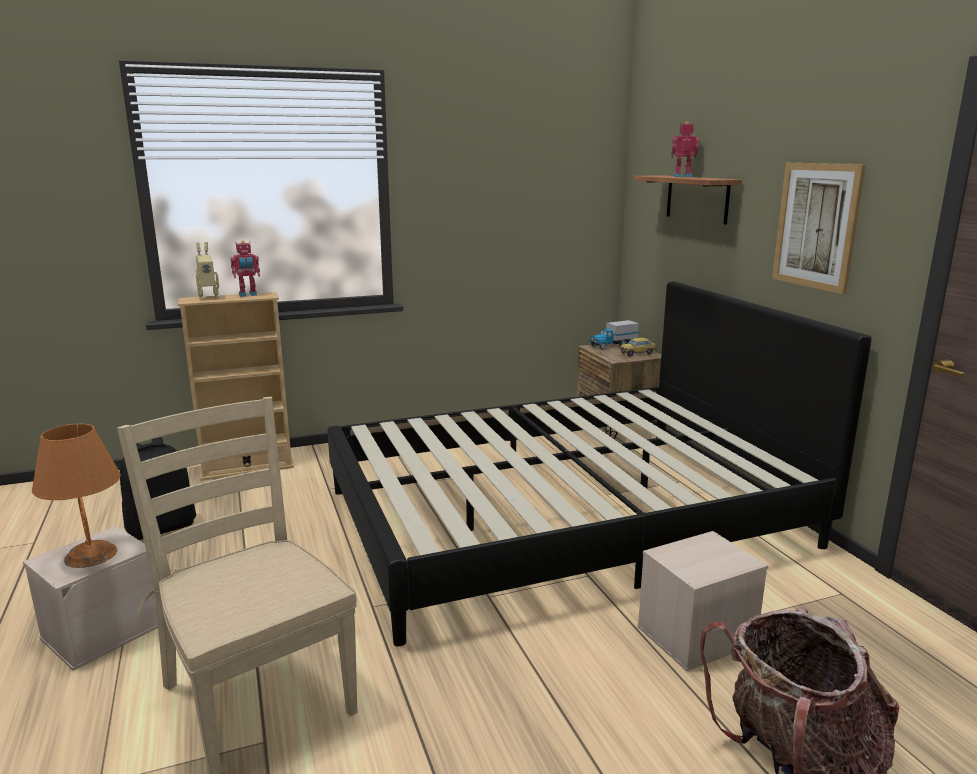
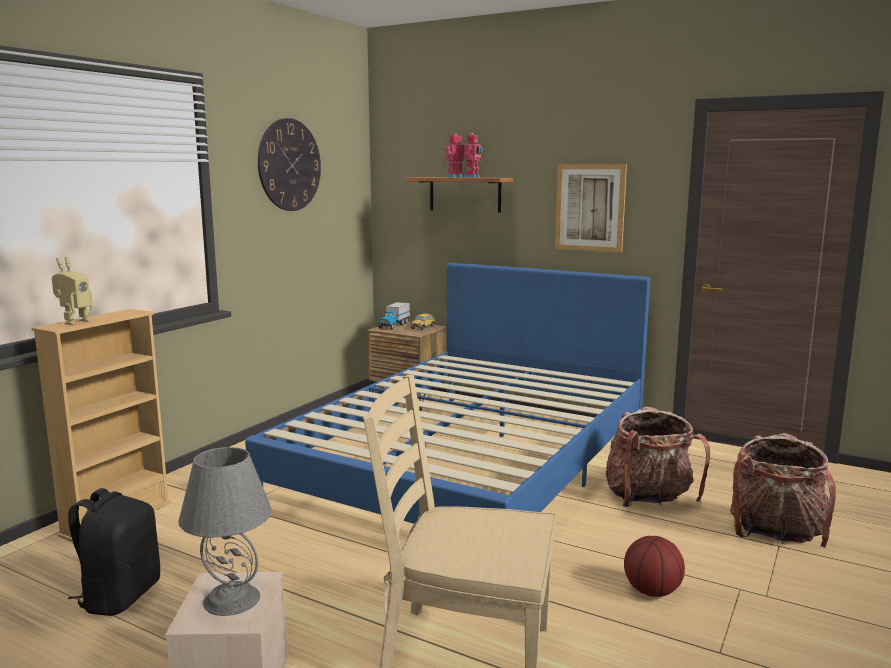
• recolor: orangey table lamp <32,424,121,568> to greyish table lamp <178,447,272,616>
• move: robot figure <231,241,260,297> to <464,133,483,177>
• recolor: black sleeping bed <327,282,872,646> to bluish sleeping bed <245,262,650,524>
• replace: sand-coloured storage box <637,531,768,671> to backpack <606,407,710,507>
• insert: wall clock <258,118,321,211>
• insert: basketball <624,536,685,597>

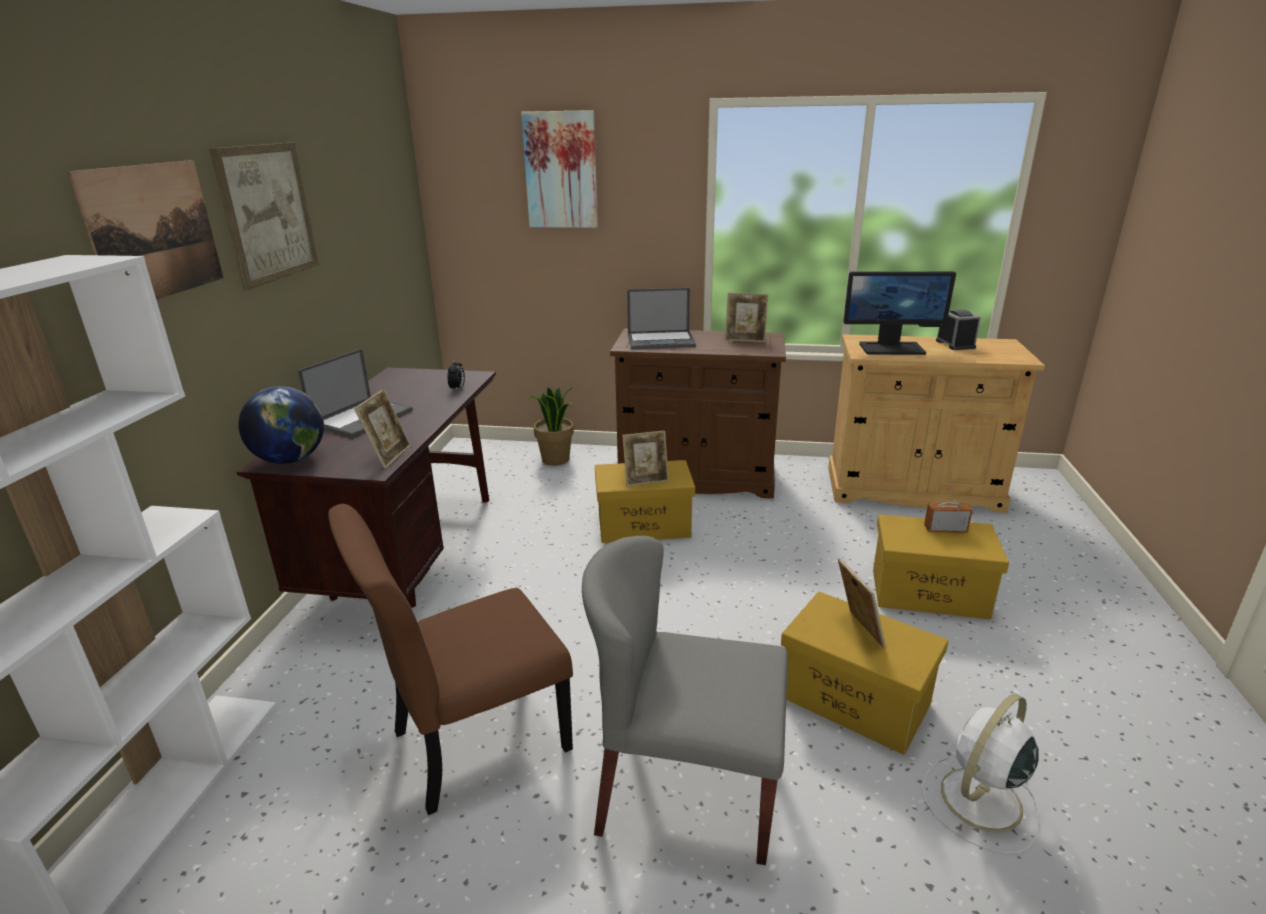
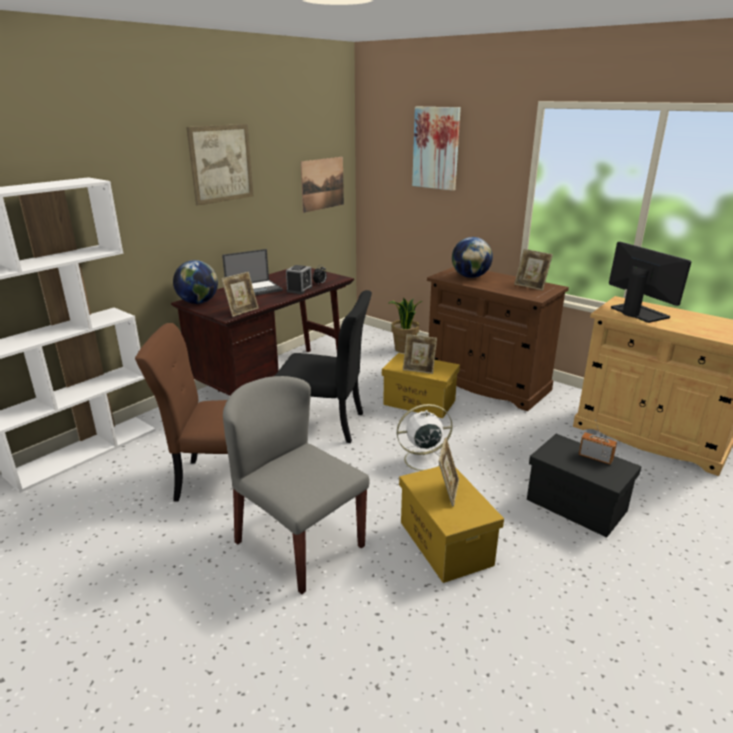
• move: wall picture <68,160,223,300> to <301,157,344,213>
• replace: notebook computer <627,288,696,349> to world globe <452,237,493,278>
• rotate: monitor <843,271,956,355> = <609,242,691,323> 150 degrees counterclockwise
• recolor: yellow-coloured storage box <873,514,1009,620> to black storage box <527,434,641,537>
• move: whitish electric fan <922,694,1039,854> to <395,404,454,474>
• move: alarm clock <936,310,981,350> to <286,265,312,294>
• insert: black chair <275,290,372,443>

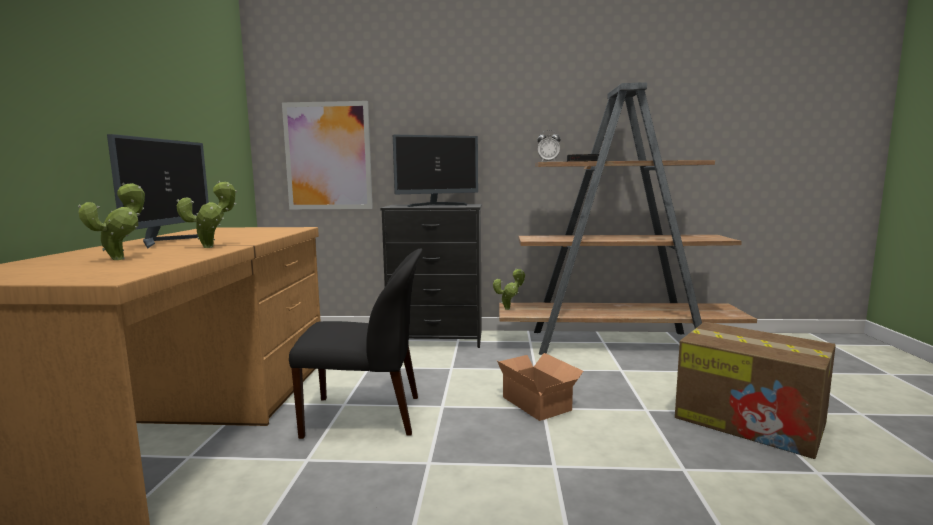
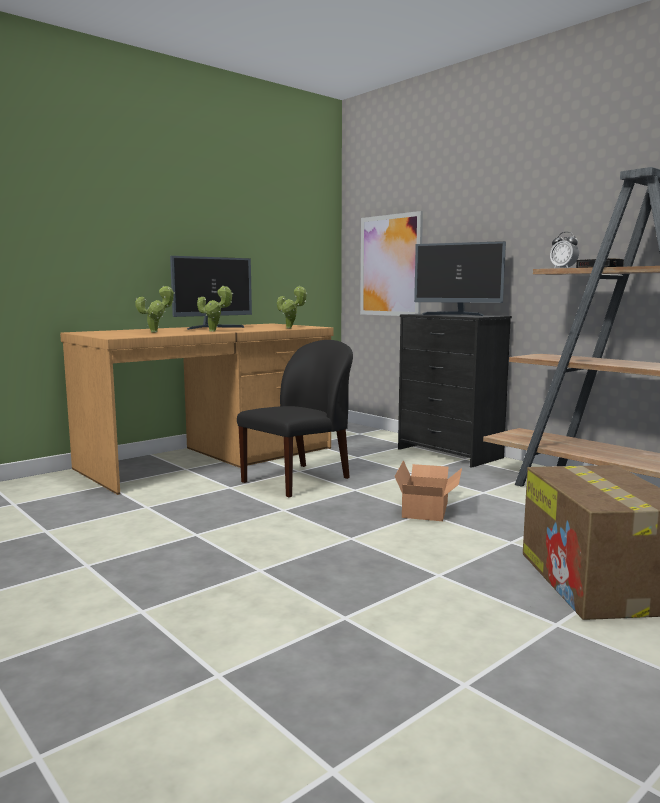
• rotate: black chair <289,249,422,439> = <237,340,353,497> 90 degrees counterclockwise
• move: plant in a pot <493,269,525,310> to <277,286,307,328>

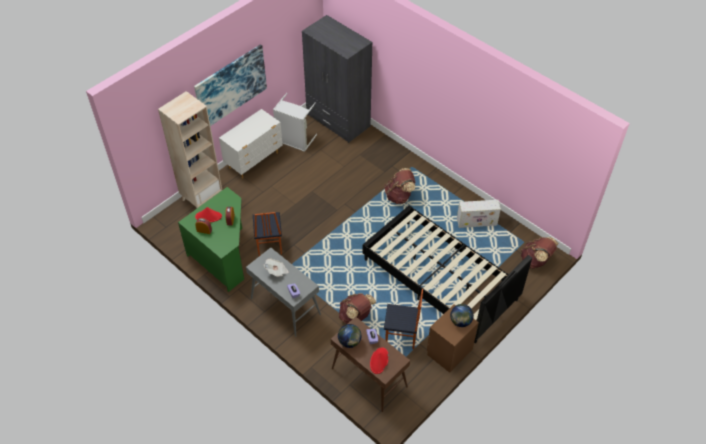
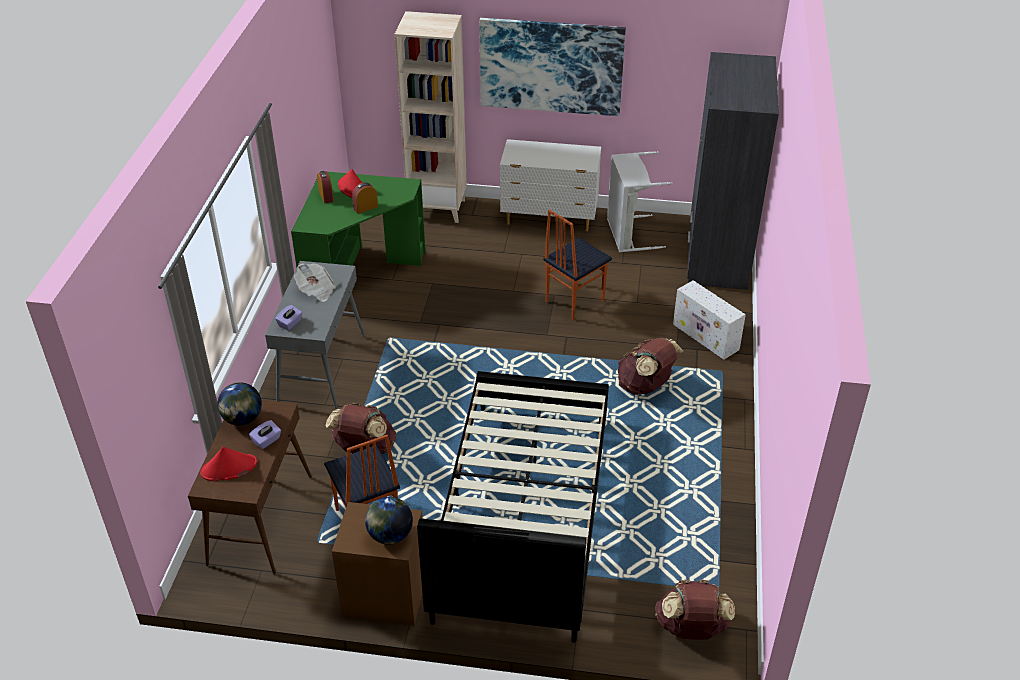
• move: chair <253,212,282,256> to <543,209,612,320>
• move: whitish storage box <457,200,501,228> to <673,280,746,359>

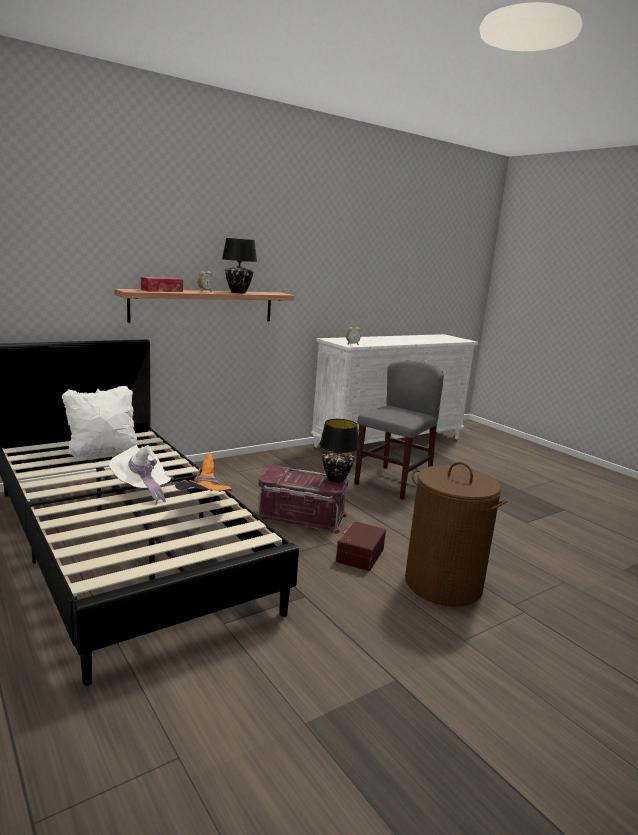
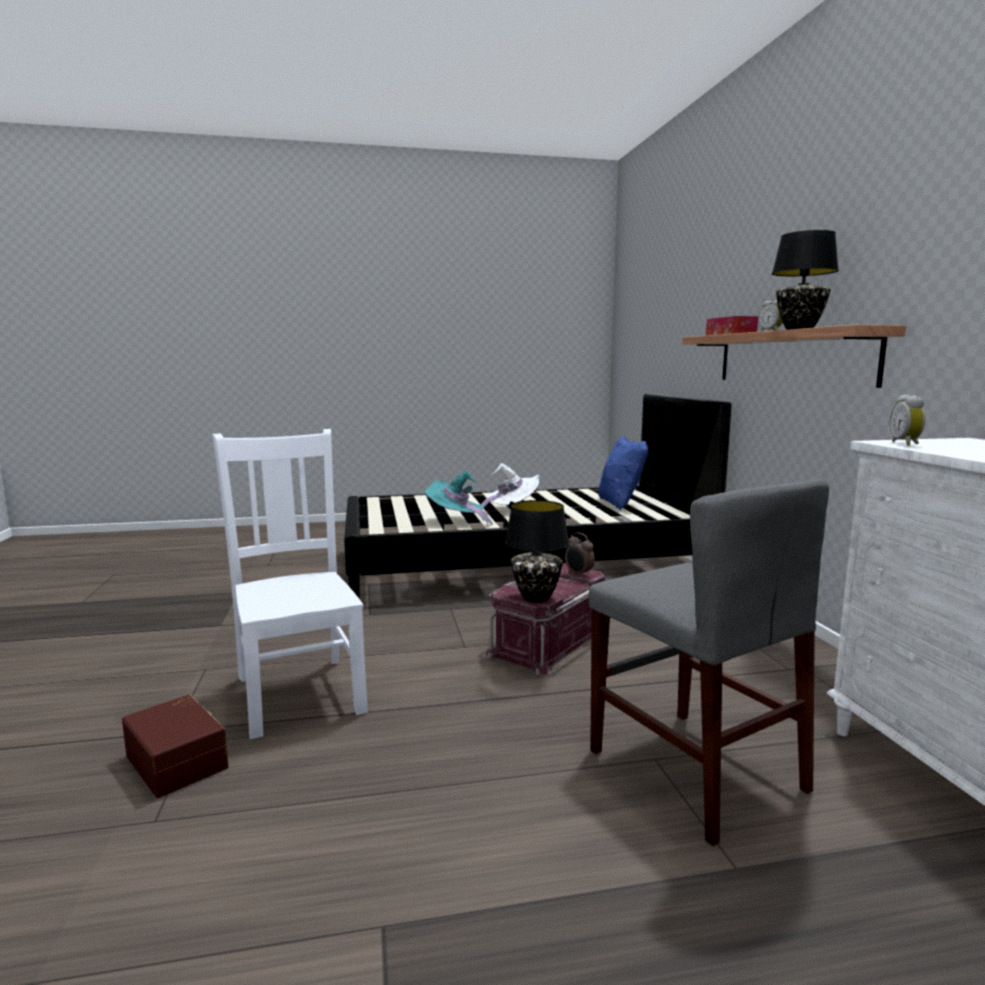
• recolor: whitish pillow <62,386,137,459> to bluish pillow <598,435,648,510>
• recolor: orangey wearable hat <175,452,233,492> to turquoise-coloured wearable hat <424,471,493,525>
• move: brown storage box <336,521,386,571> to <122,695,228,798>
• replace: brown hamper <405,462,508,607> to whitish chair <212,429,368,739>
• insert: alarm clock <565,532,595,578>

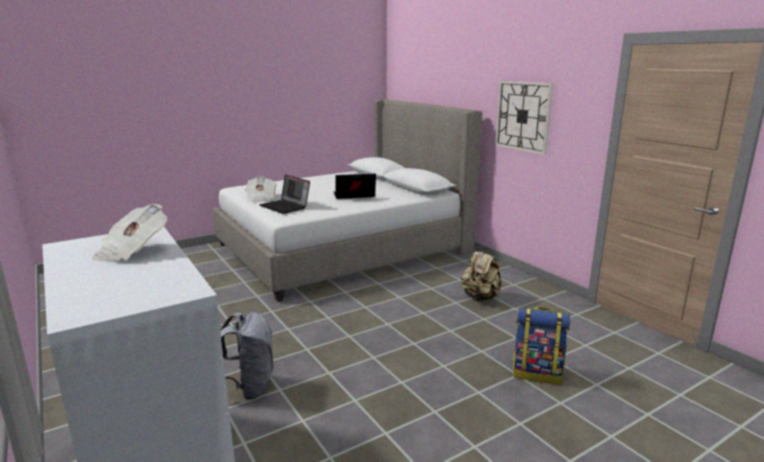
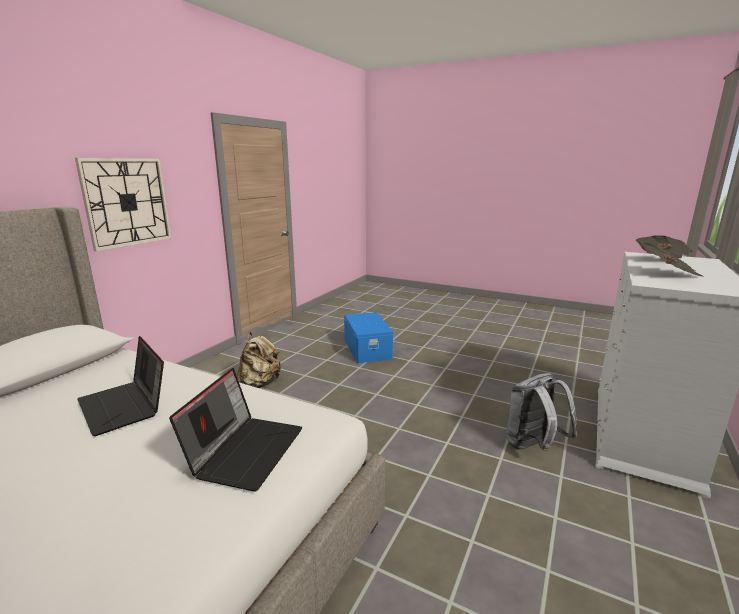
• move: newspaper <245,176,277,203> to <636,235,692,258>
• replace: backpack <513,307,570,384> to bluish storage box <344,312,393,363>

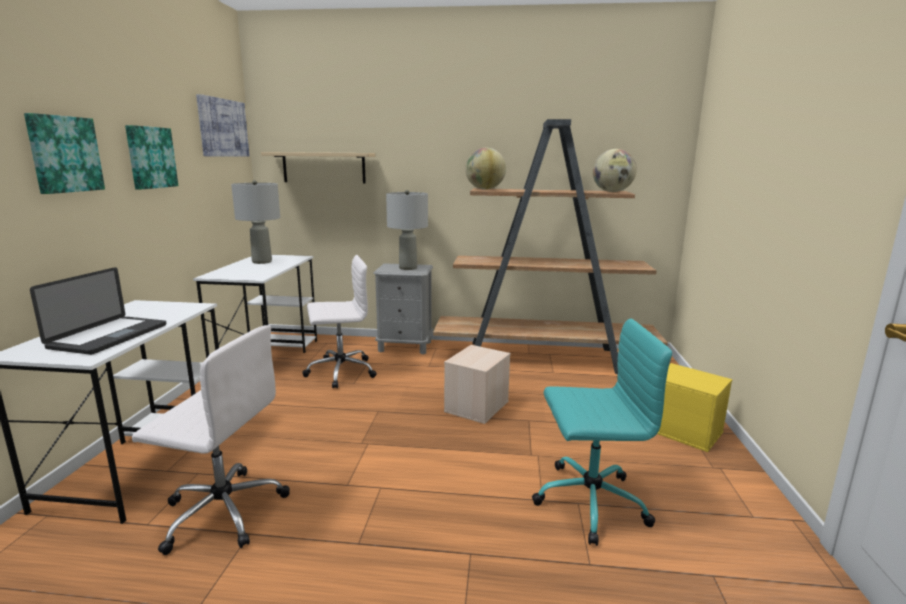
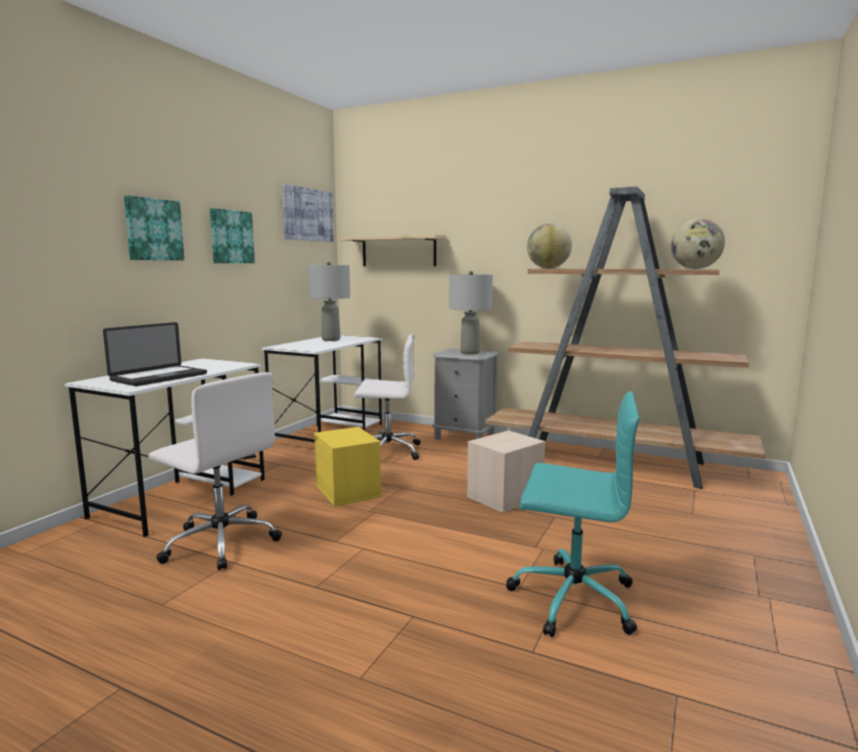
• move: yellow-coloured storage box <657,363,733,452> to <314,427,381,506>

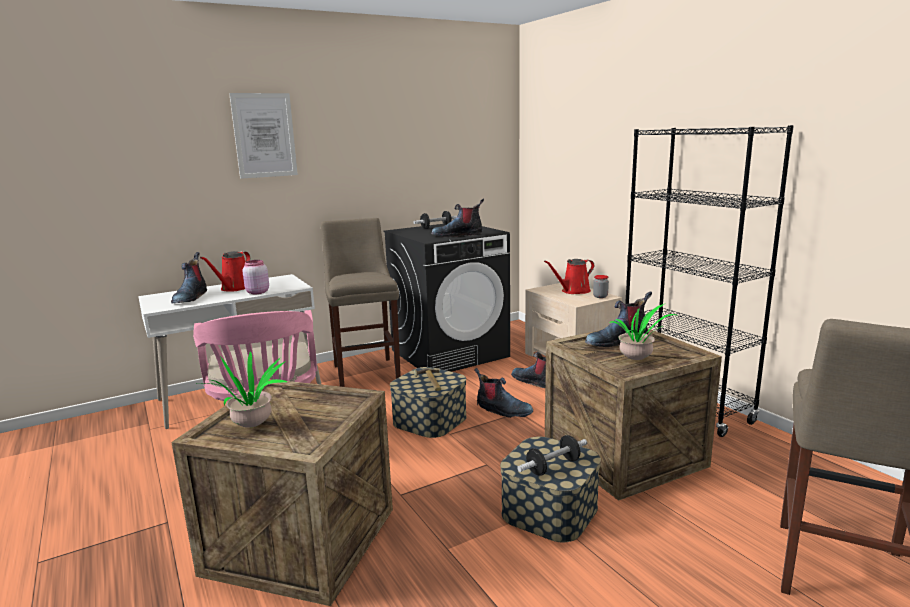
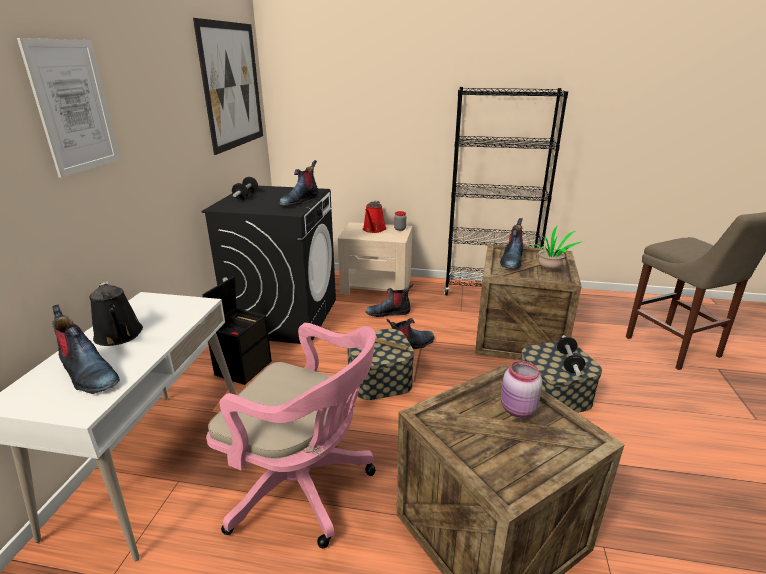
• delete: plant in a pot <196,352,287,428>
• recolor: reddish sprinkling can <200,251,250,292> to black sprinkling can <89,281,143,346>
• move: pinkish jar <242,260,269,294> to <501,361,543,417>
• replace: sand-coloured stool <321,218,401,387> to black storage box <202,276,272,385>
• insert: wall picture <193,18,263,155>

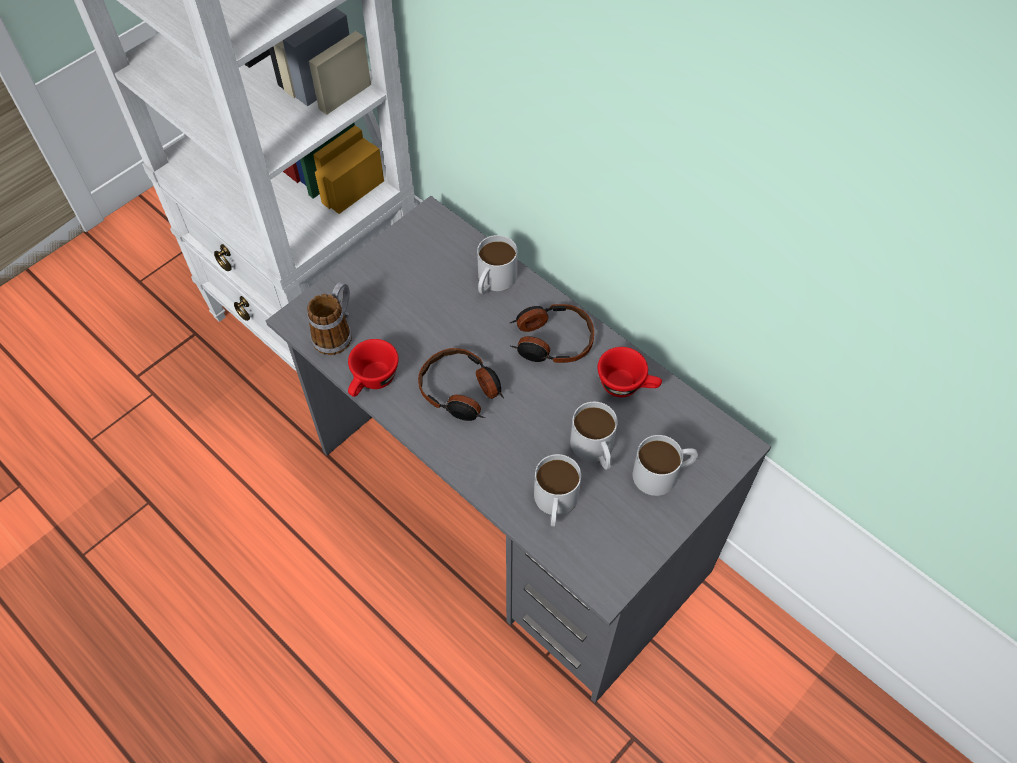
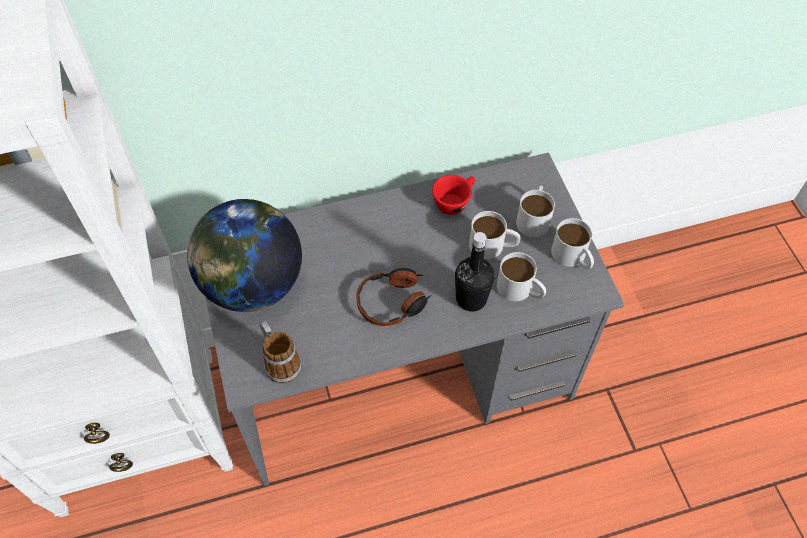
• delete: reddish drinking cup <348,339,398,397>
• move: whitish tea mug <477,235,517,294> to <551,218,594,269>
• delete: pair of headphones <510,304,594,363>
• insert: world globe <187,199,302,312>
• insert: black bottle <455,232,495,312>

